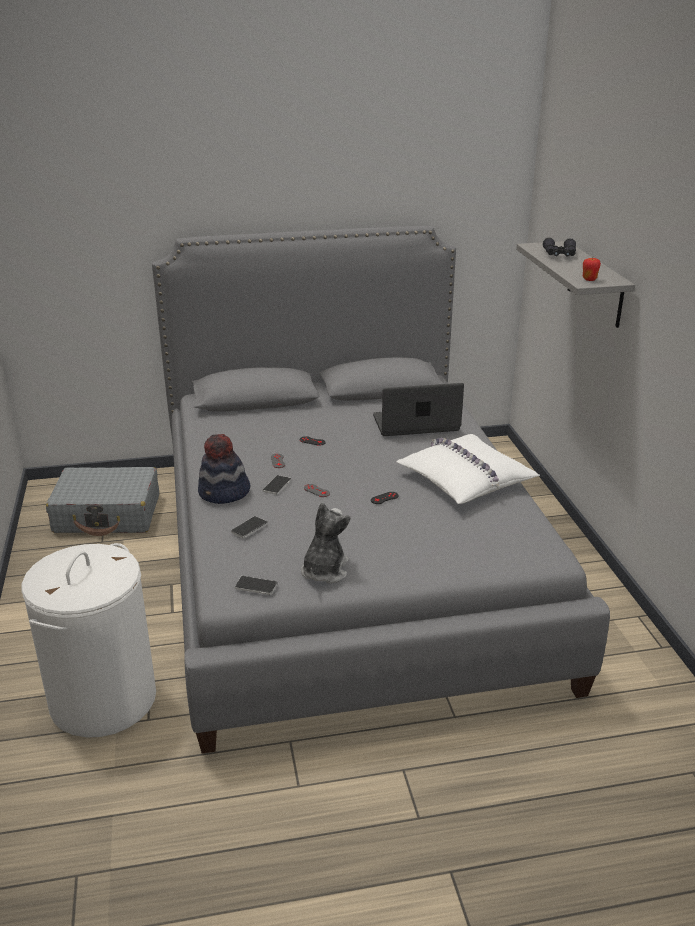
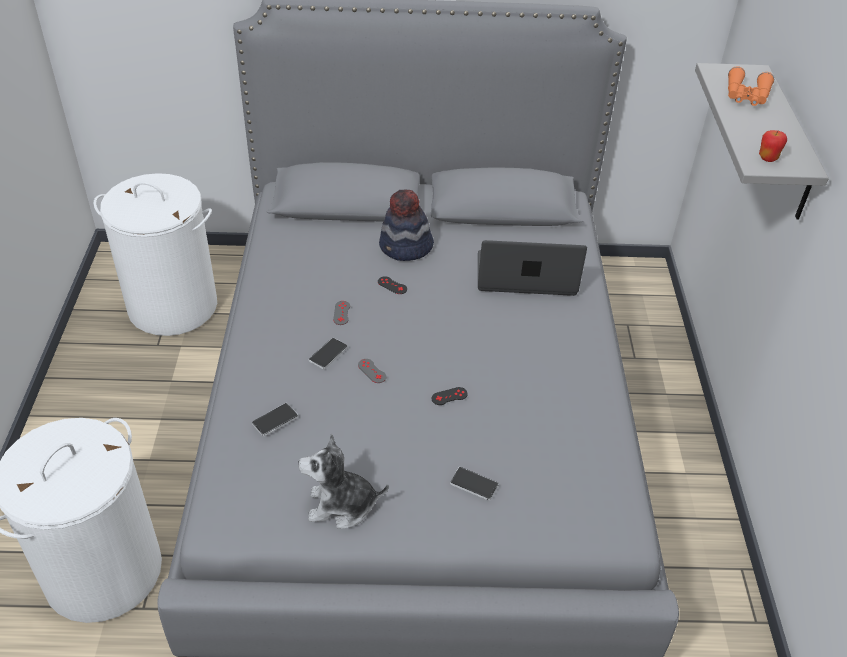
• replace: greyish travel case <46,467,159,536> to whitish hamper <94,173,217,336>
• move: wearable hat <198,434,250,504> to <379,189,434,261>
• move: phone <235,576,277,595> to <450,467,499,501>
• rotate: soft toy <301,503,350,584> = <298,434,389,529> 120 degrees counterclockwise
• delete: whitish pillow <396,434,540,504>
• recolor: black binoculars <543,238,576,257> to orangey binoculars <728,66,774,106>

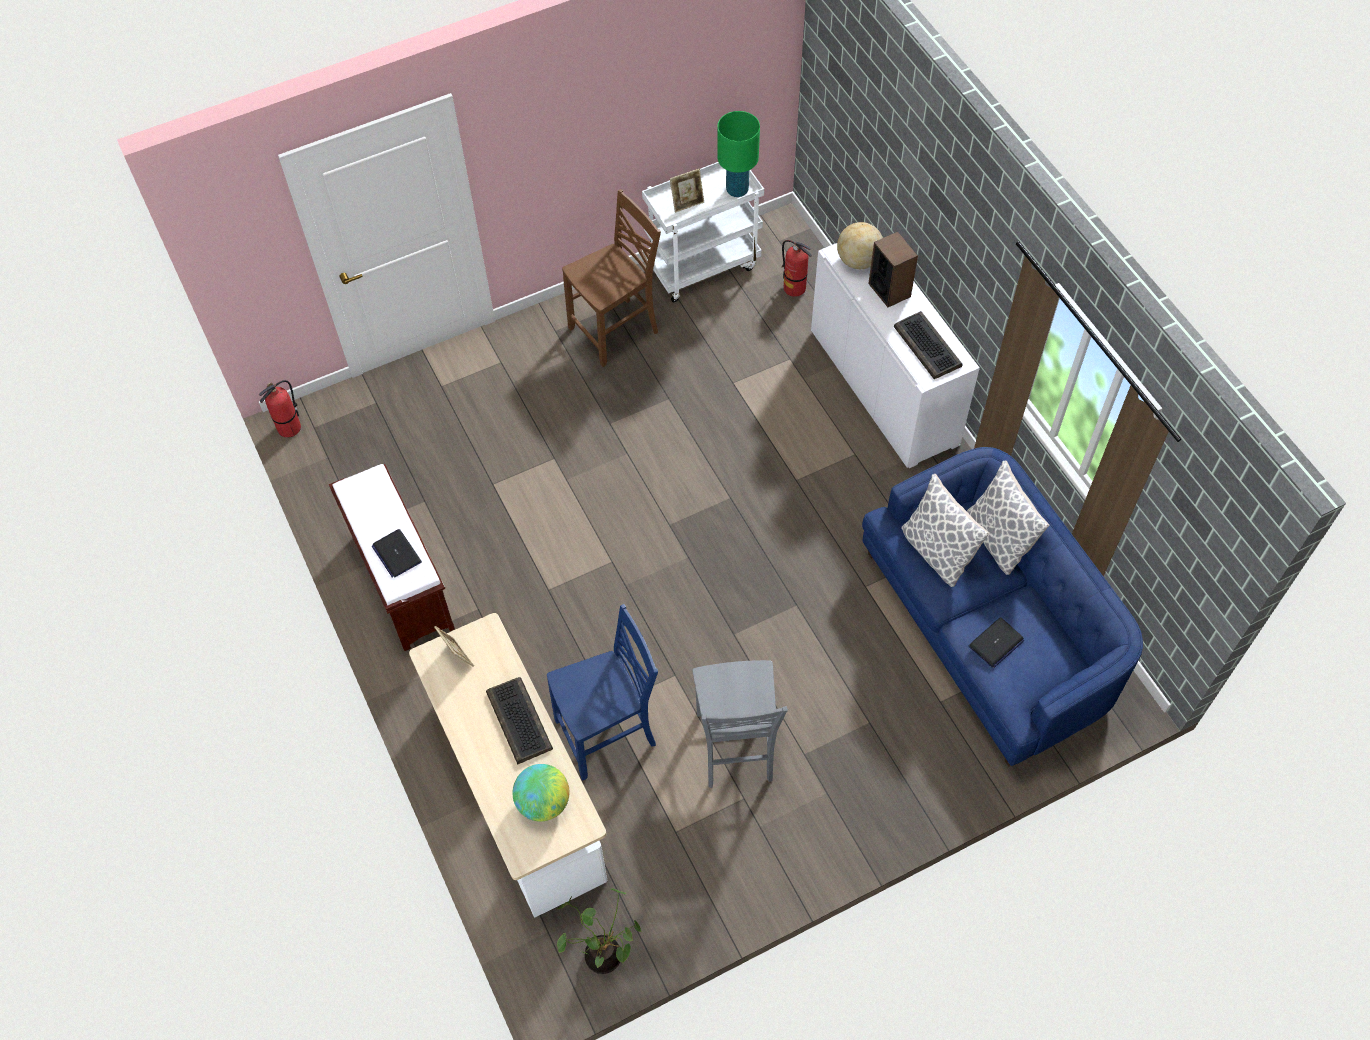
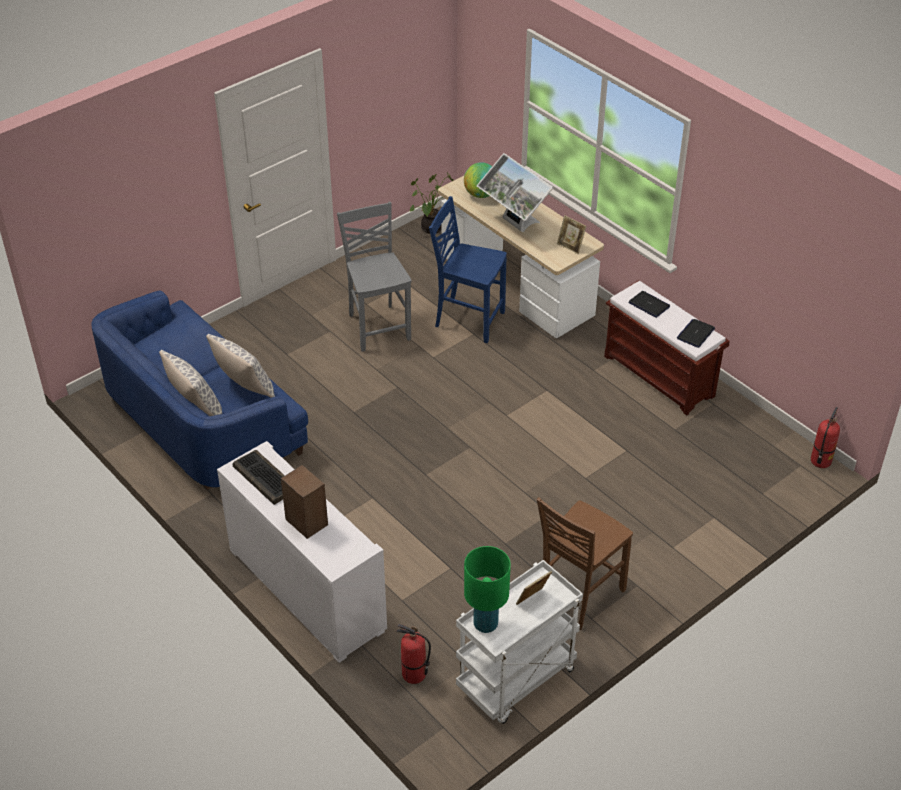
• replace: PC keyboard <486,677,553,764> to monitor <477,153,553,232>
• rotate: bluish chair <547,604,658,780> = <429,196,507,343> 60 degrees clockwise
• delete: world globe <837,222,883,269>
• move: notebook computer <968,617,1024,668> to <677,319,715,348>

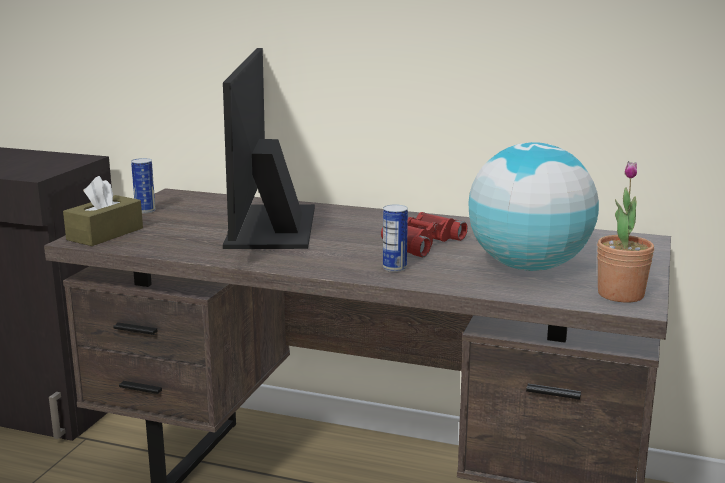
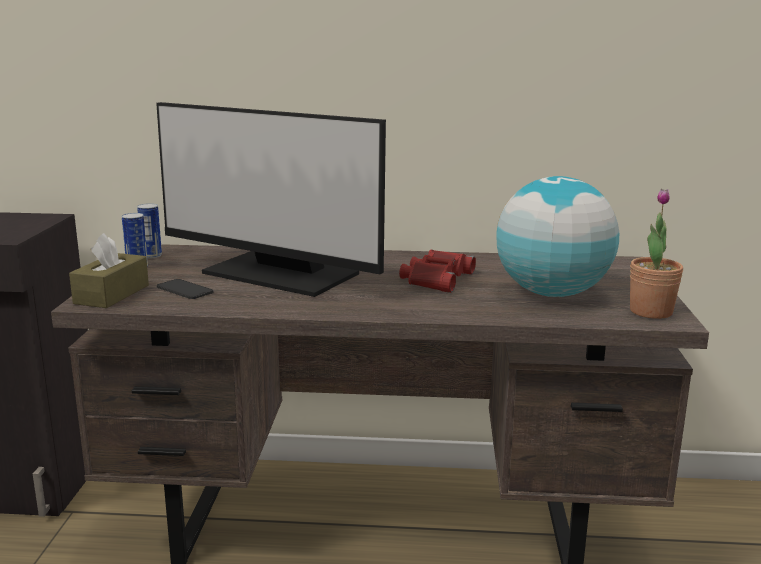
• rotate: monitor <223,48,315,249> = <156,102,386,297> 45 degrees counterclockwise
• move: sealed can <383,205,408,272> to <137,203,162,258>
• insert: phone <157,279,213,299>

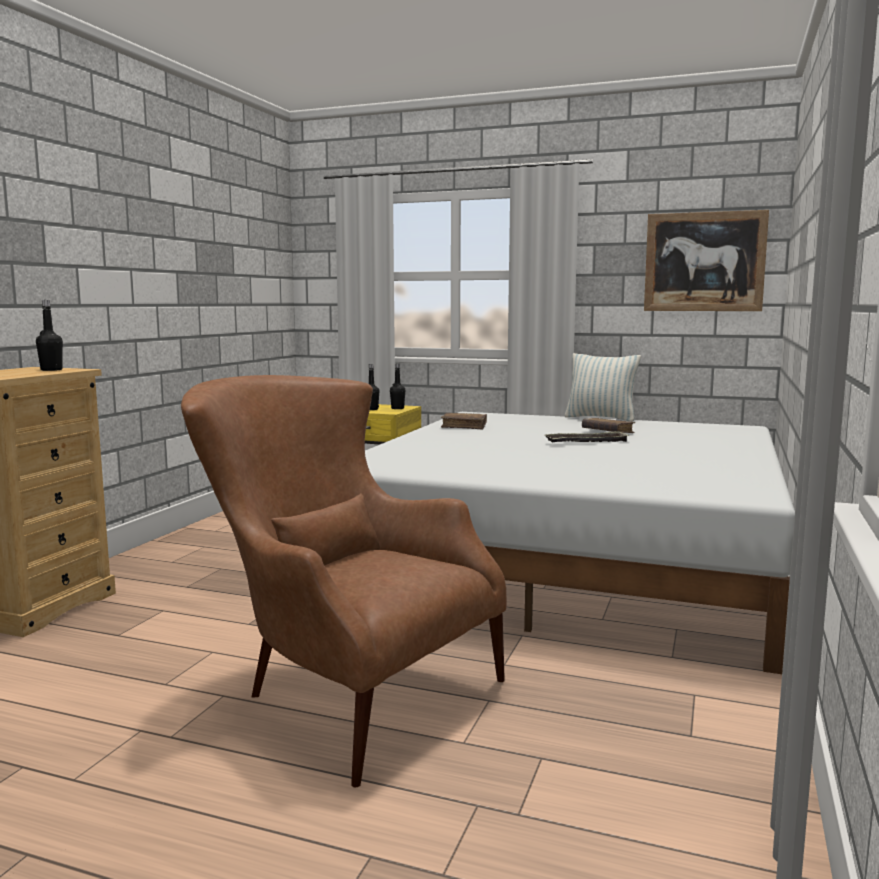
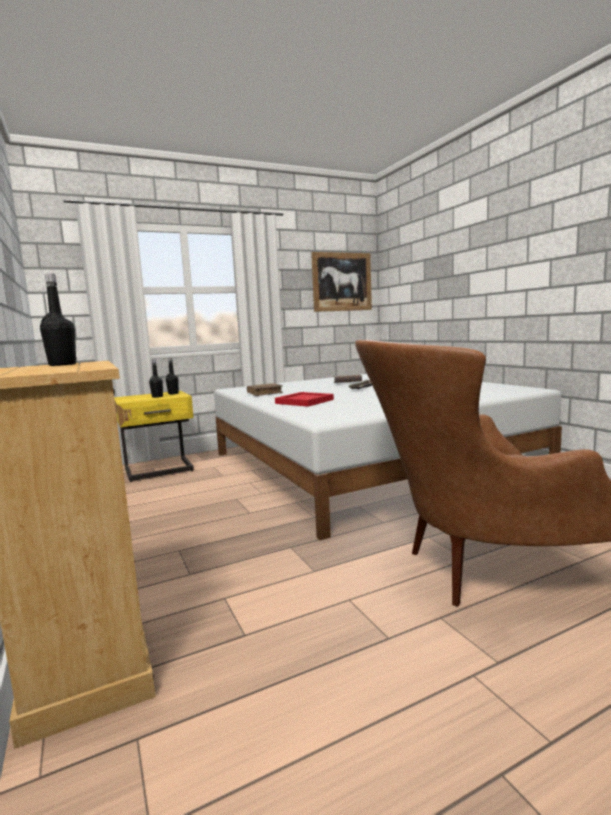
• delete: pillow <565,353,641,422>
• insert: reddish tray <275,392,334,407>

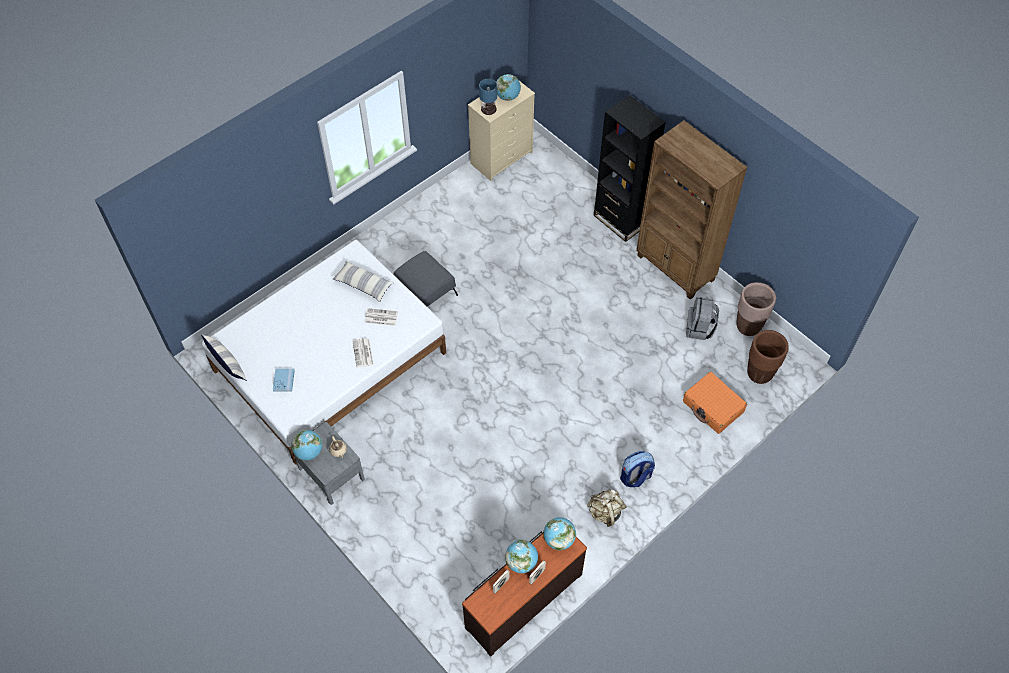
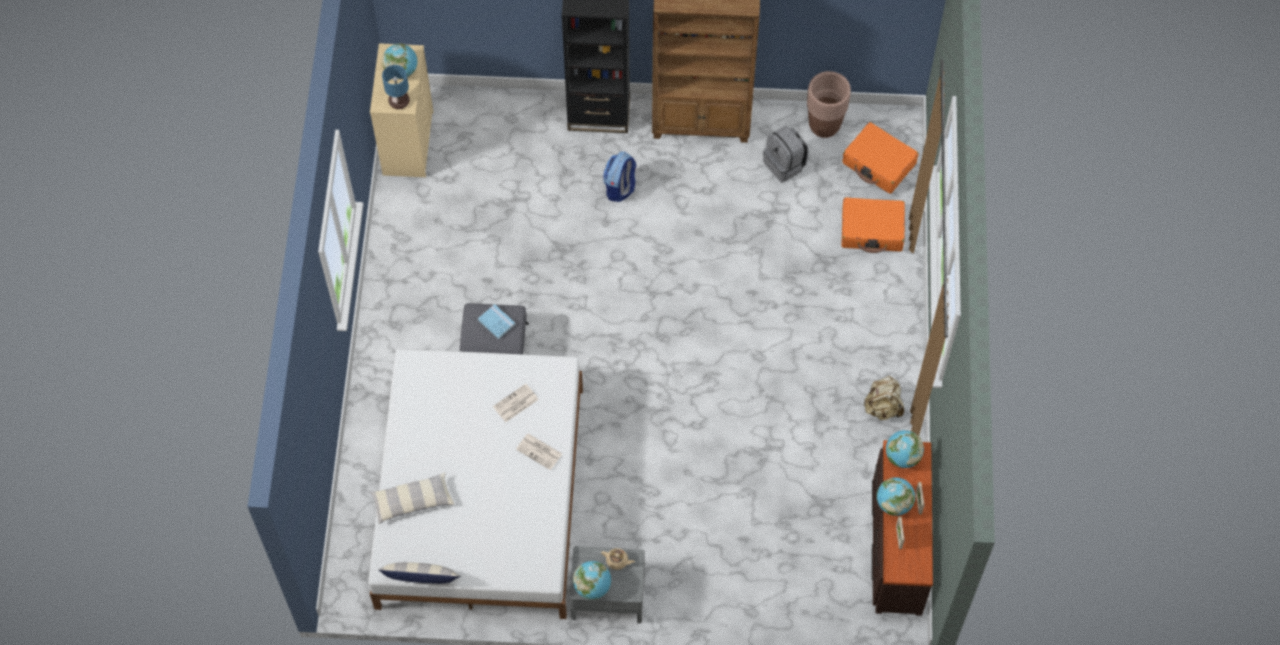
• move: bluish volume <273,369,295,392> to <478,304,515,339>
• move: pillow <333,261,394,302> to <370,472,454,524>
• move: backpack <620,451,655,487> to <603,151,636,202>
• replace: brown plant pot <747,330,789,384> to orangey travel case <842,122,919,194>

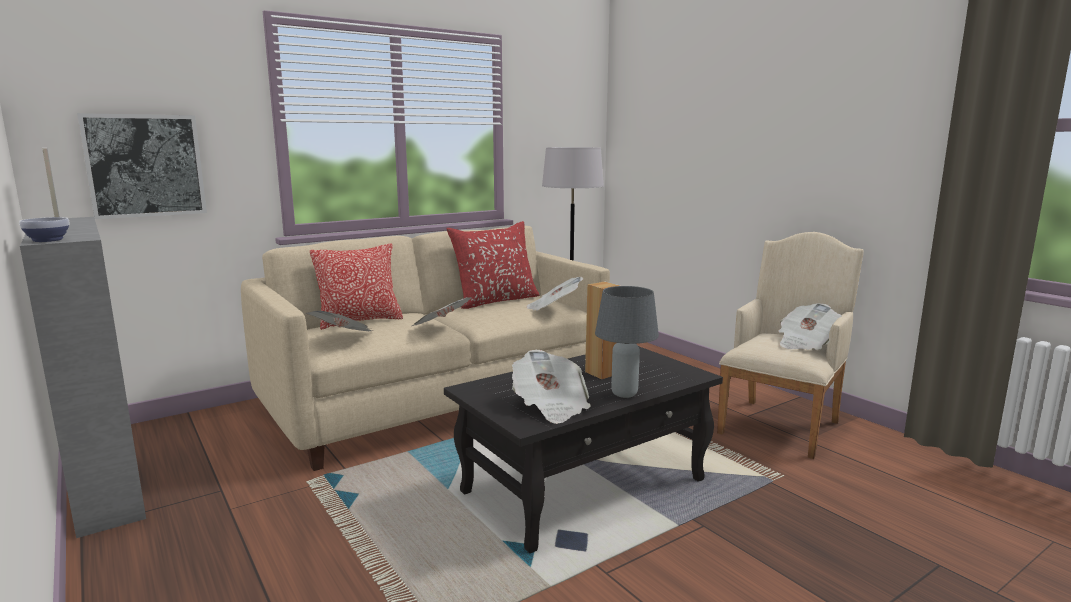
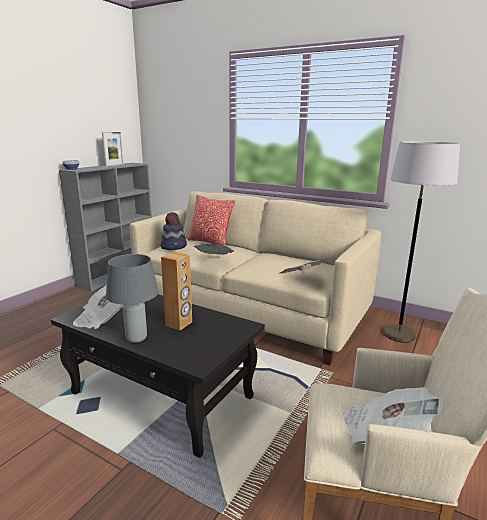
• delete: wall picture <77,113,207,219>
• replace: newspaper <305,311,373,331> to wearable hat <161,212,187,250>
• delete: reddish pillow <446,221,540,309>

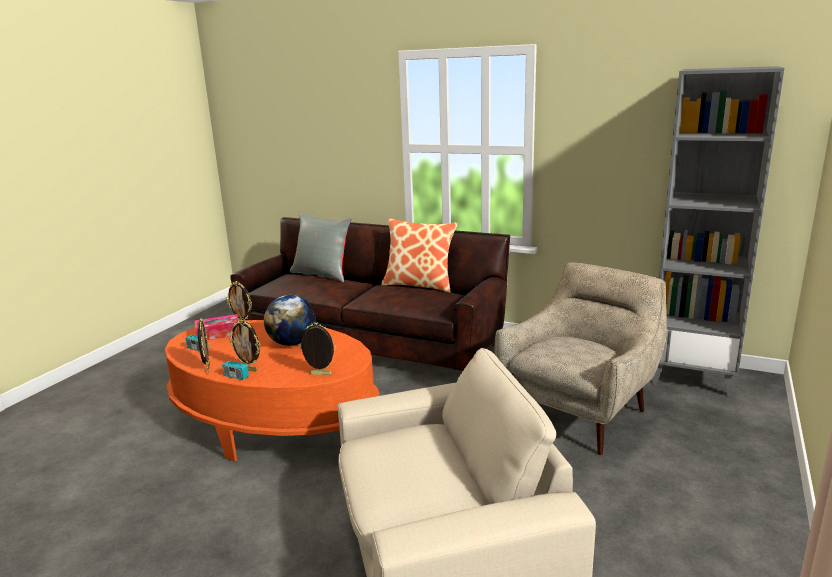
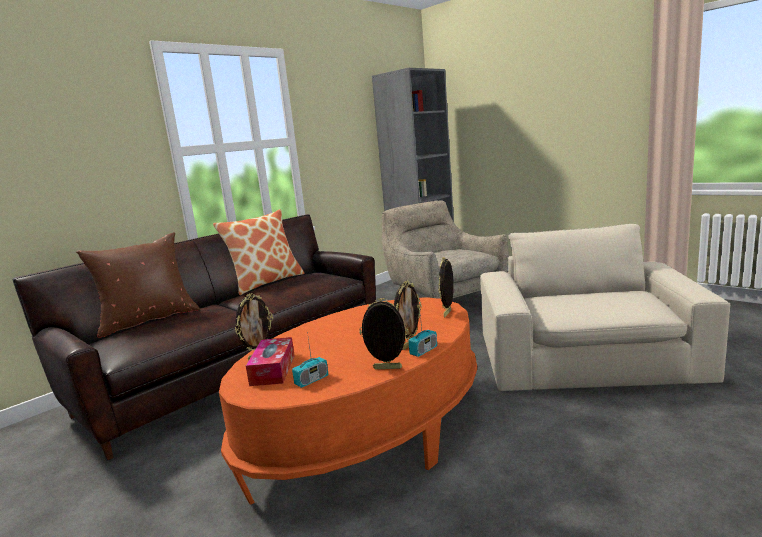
• delete: world globe <264,295,316,346>
• recolor: greyish pillow <290,212,352,283> to brown pillow <76,232,200,338>

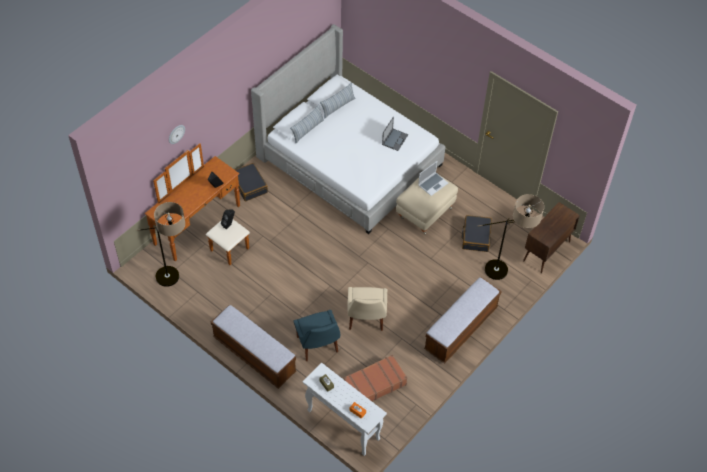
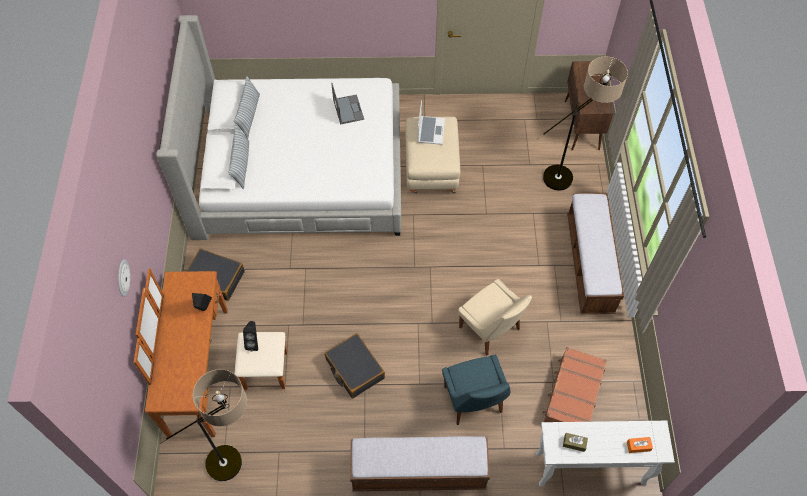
• rotate: bluish chair <294,310,340,361> = <442,355,511,425> 45 degrees clockwise
• move: black travel case <461,215,492,252> to <324,333,385,399>

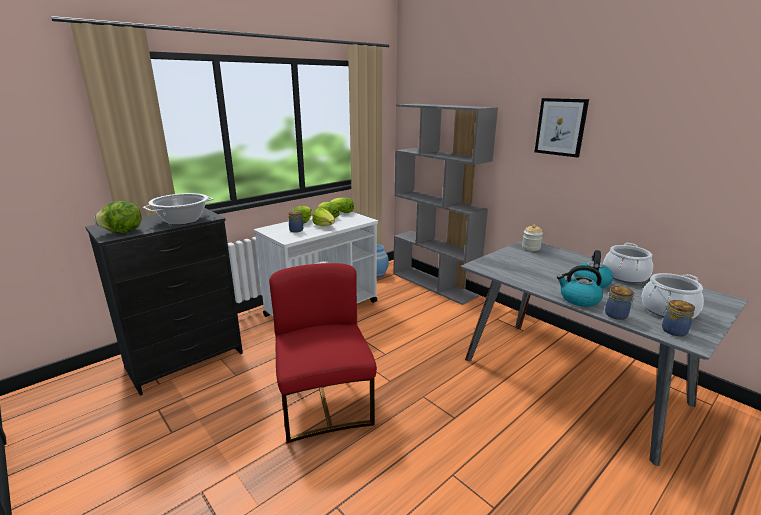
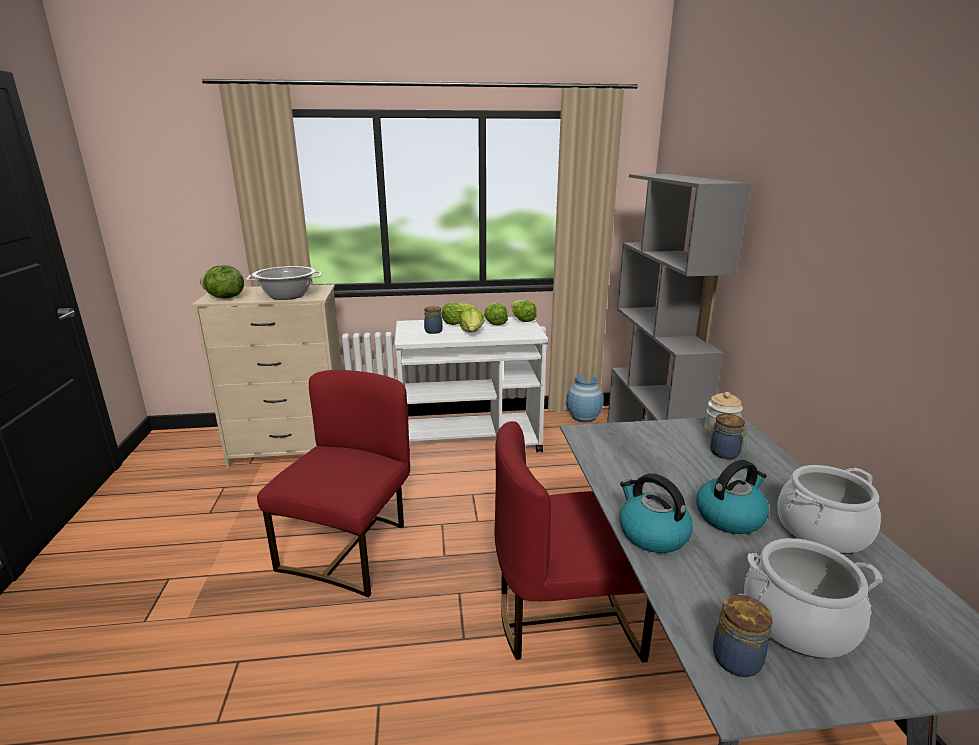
• recolor: black dresser <85,208,243,396> to sand-coloured dresser <192,284,342,468>
• delete: wall picture <535,98,589,158>
• move: jar <605,286,636,320> to <710,414,748,459>
• insert: reddish chair <495,421,655,663>

